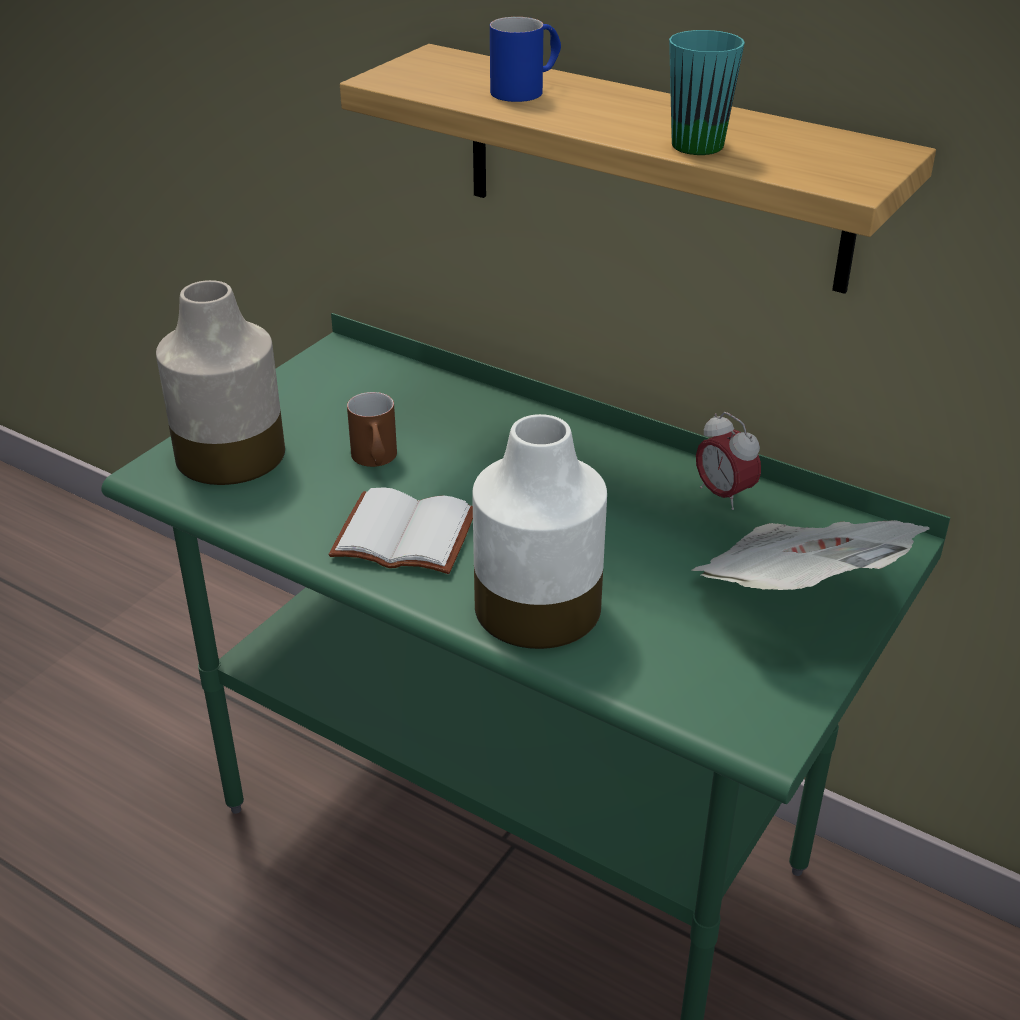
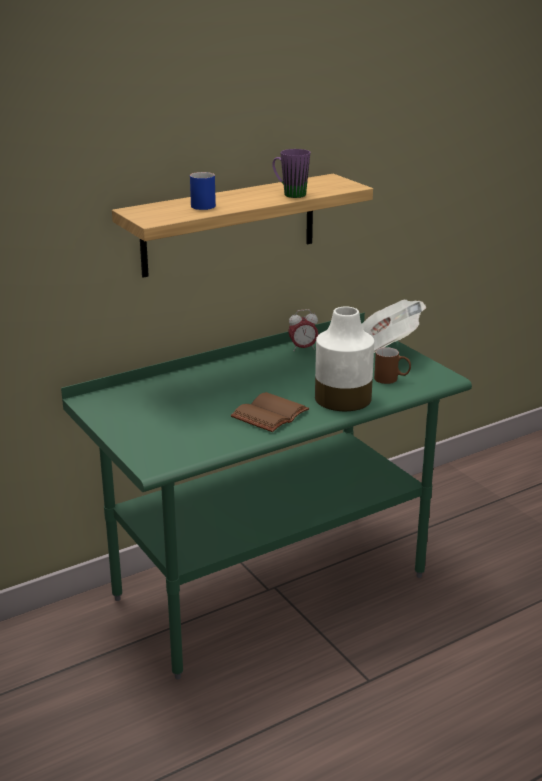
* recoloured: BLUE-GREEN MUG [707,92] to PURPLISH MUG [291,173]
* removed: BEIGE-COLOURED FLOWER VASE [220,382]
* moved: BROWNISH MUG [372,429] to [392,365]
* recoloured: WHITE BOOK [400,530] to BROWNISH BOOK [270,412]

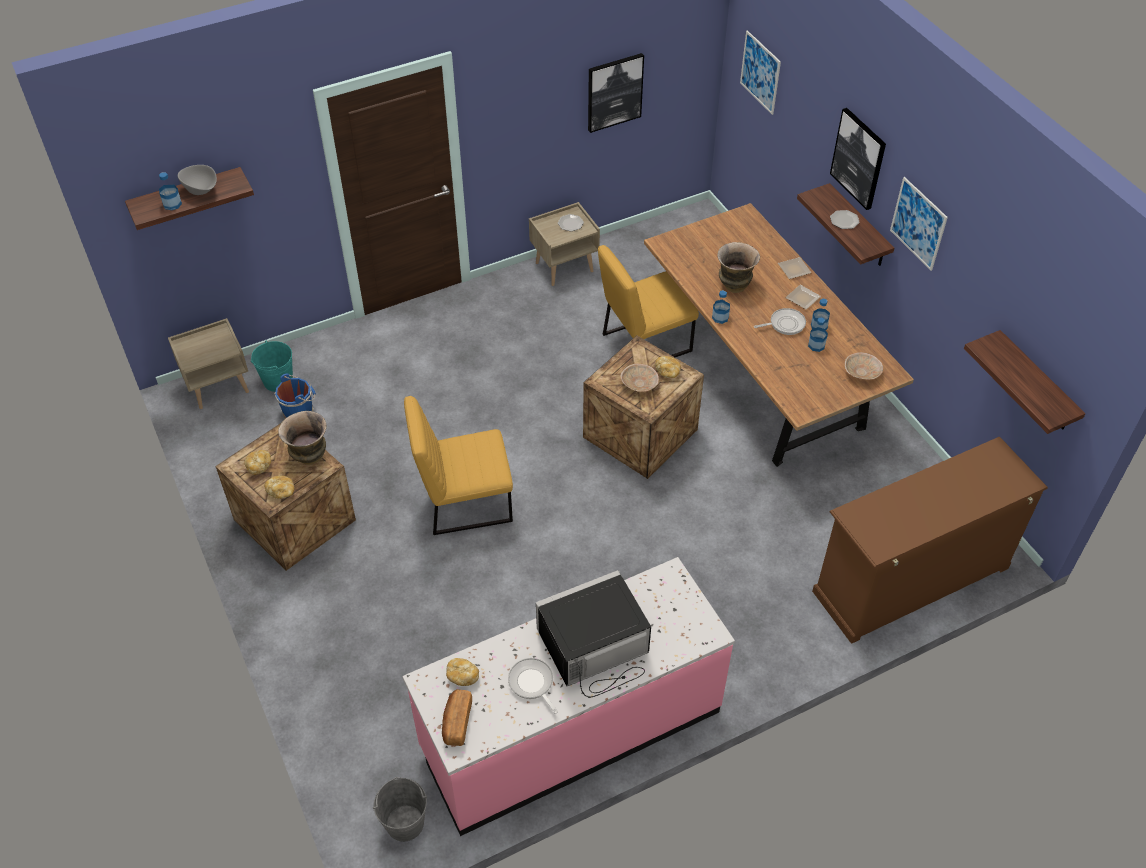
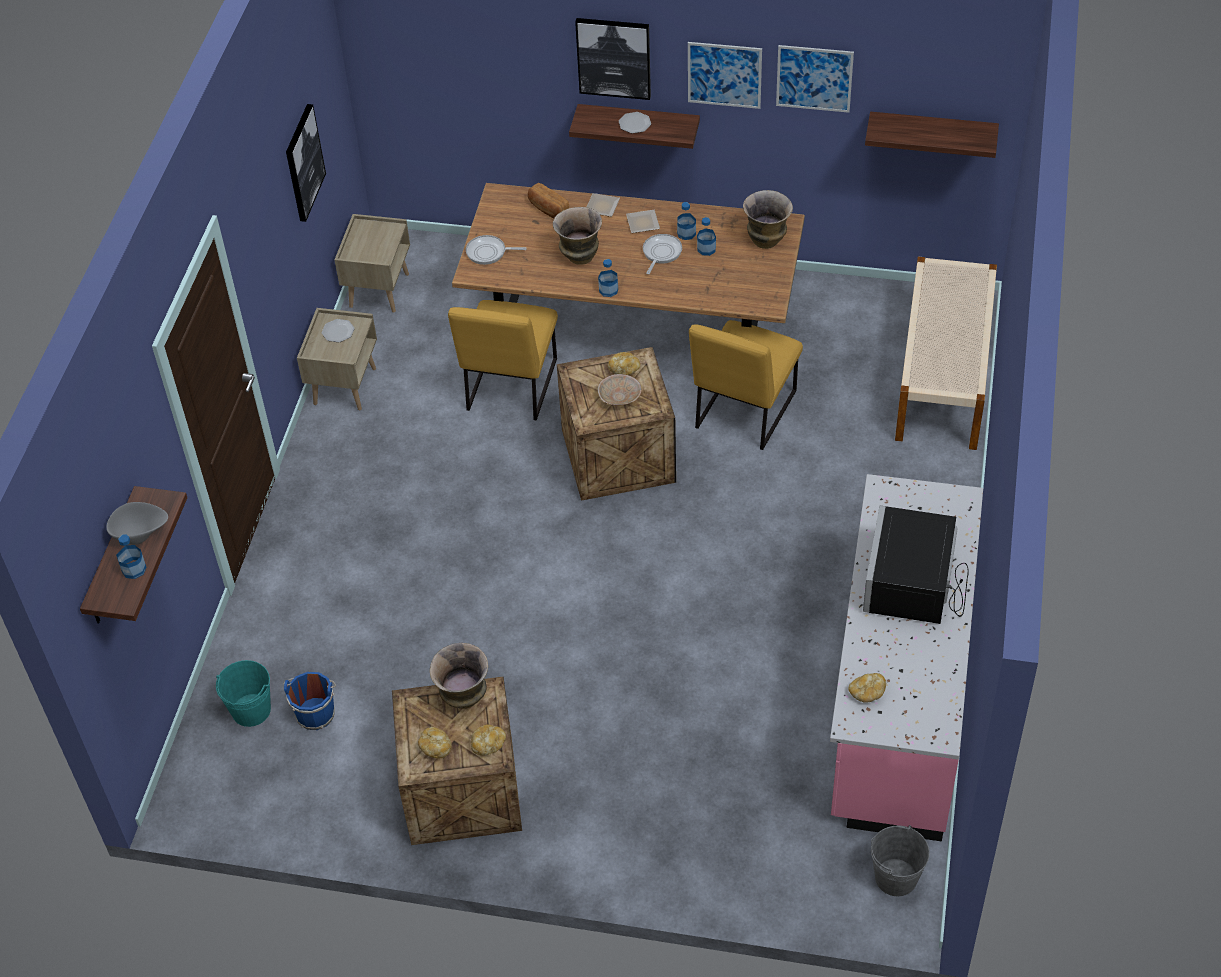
* moved: PICTURE [760,73] to [815,79]
* moved: BEIGE-COLOURED BEDSIDE TABLE [208,363] to [372,263]
* replaced: BEIGE-COLOURED DEEP DISH [864,366] to FLOWER VASE [768,219]
* moved: YELLOWISH UPRIGHT CHAIR [458,465] to [746,385]
* replaced: BROWNISH STORAGE CABINET [930,540] to BEIGE-COLOURED LONG SEAT [946,353]
* moved: SKILLET [533,685] to [496,250]
* moved: BAKERY BREAD [457,717] to [548,200]

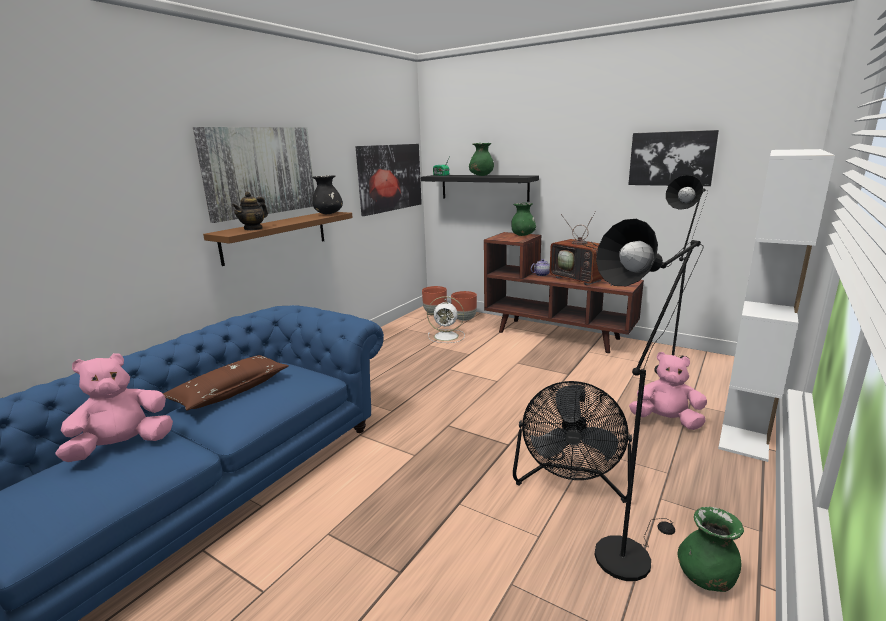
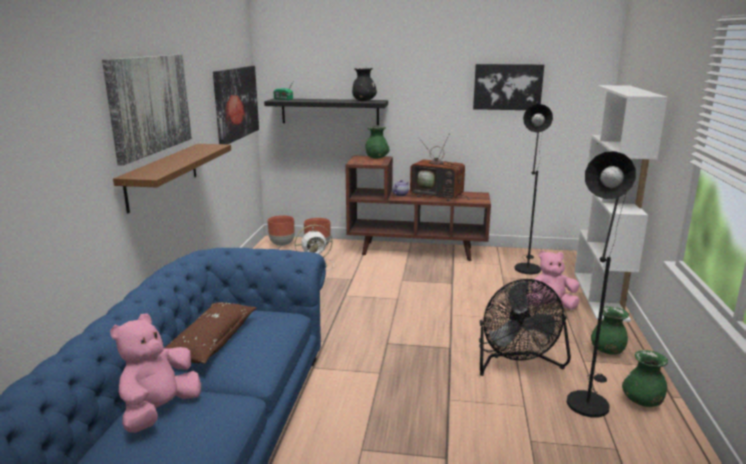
* moved: GREENISH FLOWER VASE [481,159] to [610,330]
* moved: BLACKISH FLOWER VASE [327,194] to [364,84]
* removed: POT FOR TEA [250,211]

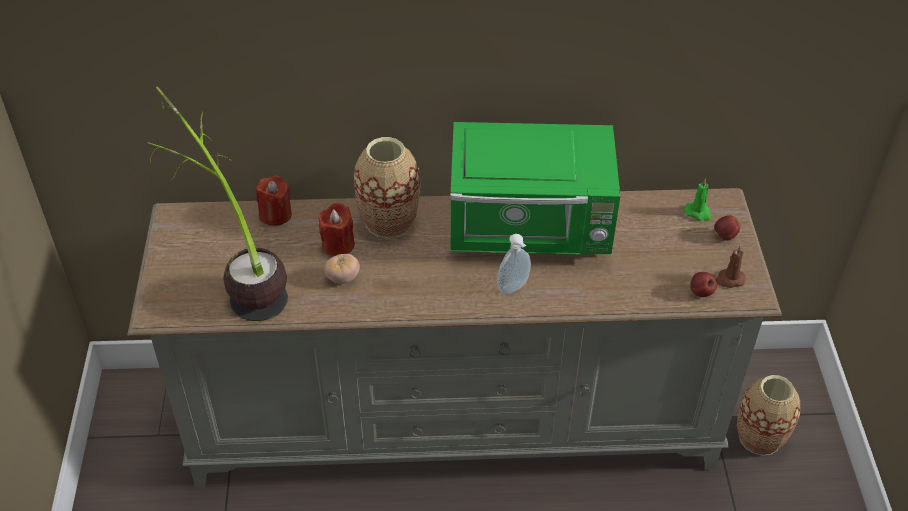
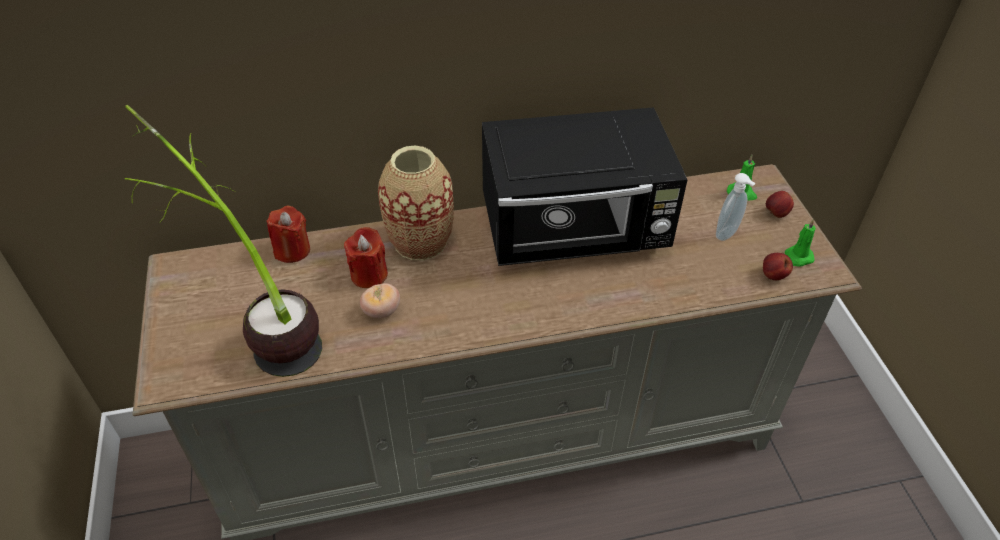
* recoloured: GREENISH KITCHEN MICROWAVE [535,188] to BLACKISH KITCHEN MICROWAVE [584,186]
* moved: SOAP DISPENSER [514,264] to [736,207]
* recoloured: BROWNISH CANDLE [731,266] to GREENISH CANDLE [800,243]
* removed: FLOWER VASE [768,415]

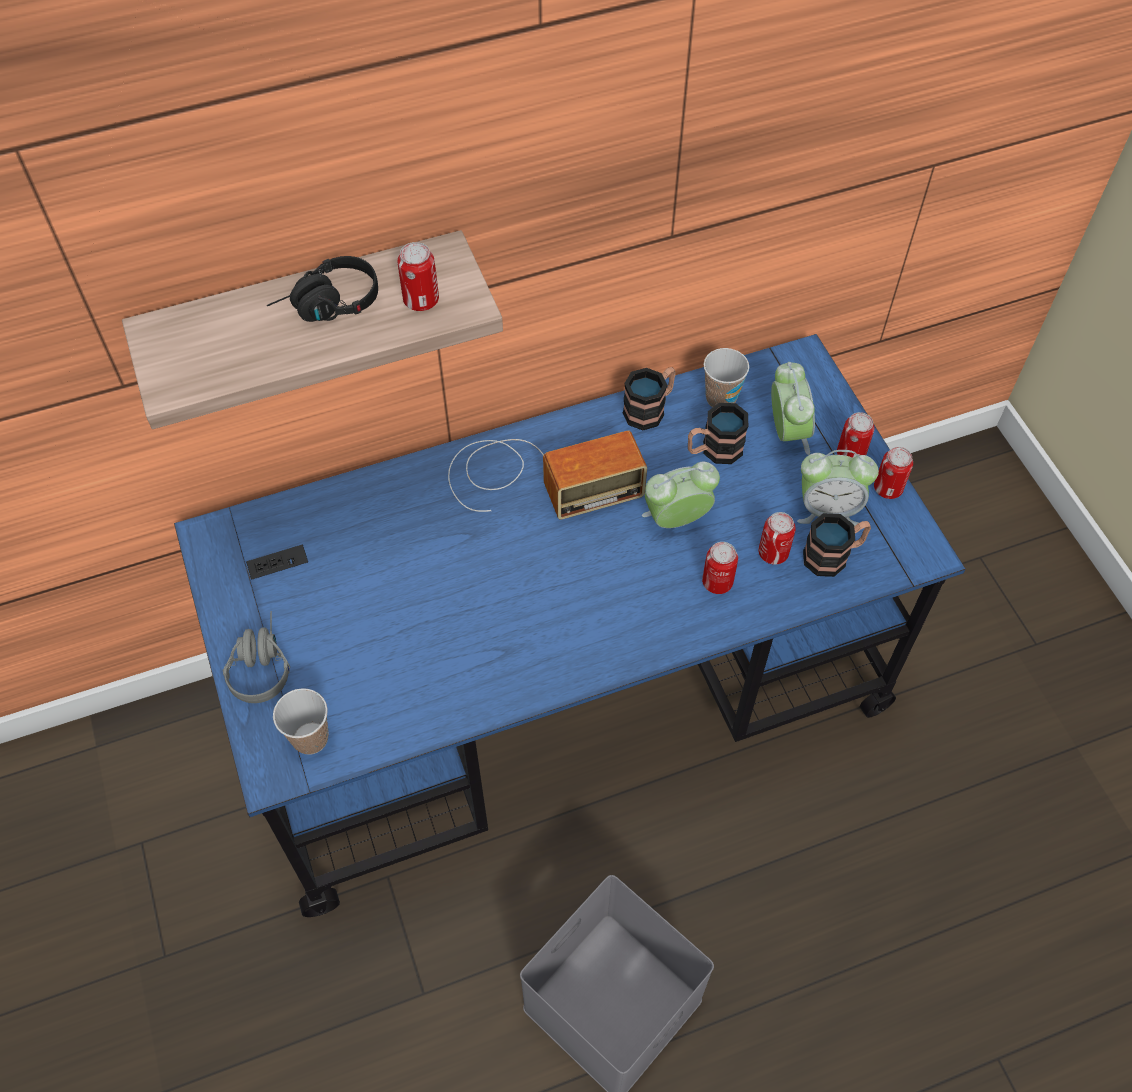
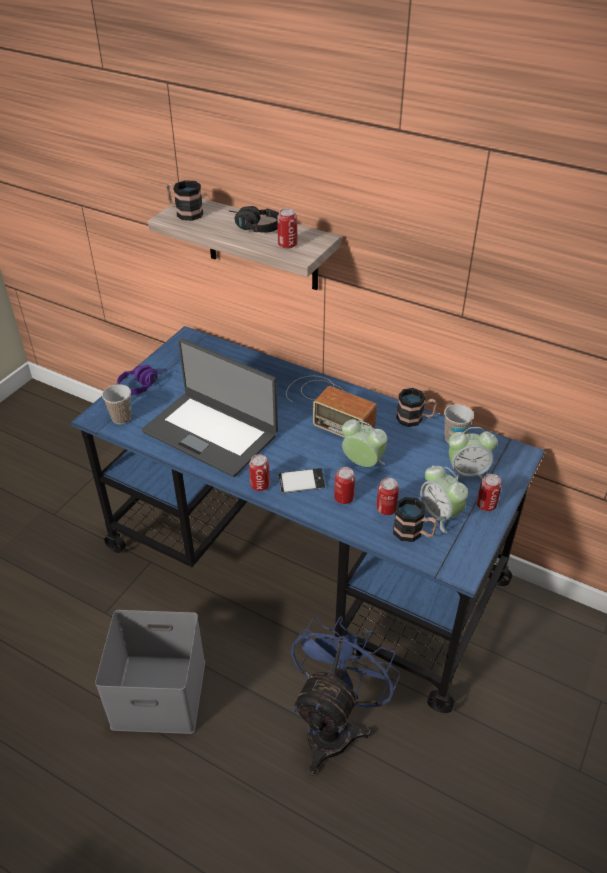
* turned: TABLE CLOCK [793,408] = [473,454] 45 degrees clockwise
* moved: MUG [718,433] to [184,200]
* moved: METAL CAN [893,473] to [259,472]
* recoloured: GREYISH PAIR OF HEADPHONES [256,657] to PURPLISH PAIR OF HEADPHONES [142,380]
* added: NOTEBOOK COMPUTER [210,407]
* added: PHONE [301,480]
* added: BLUE-COLOURED FAN [346,696]

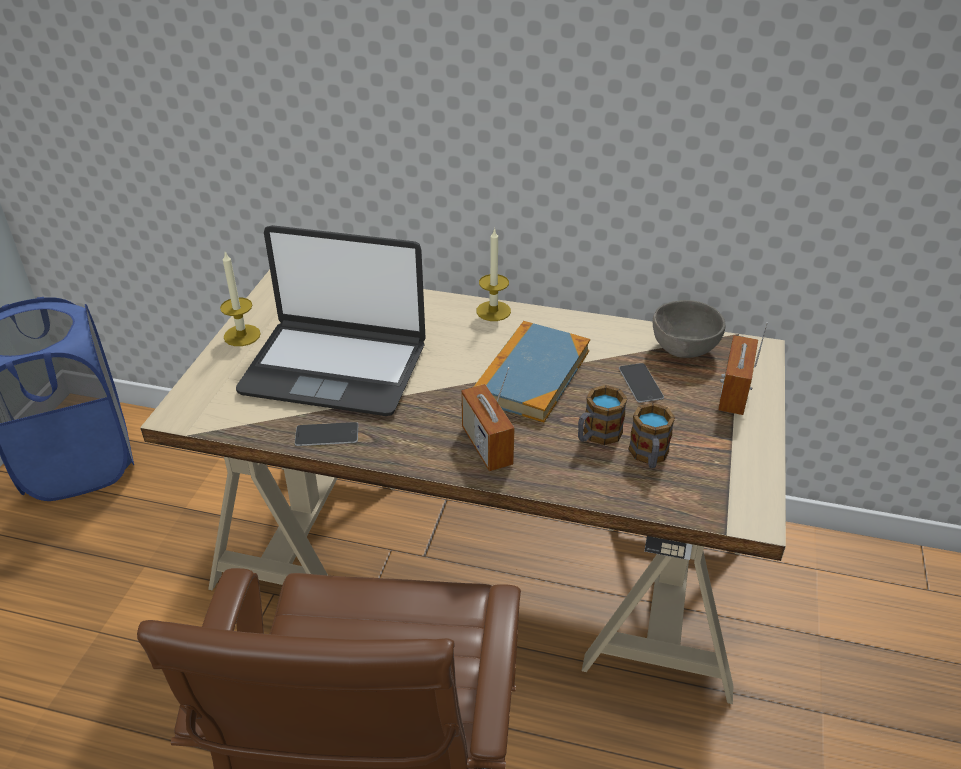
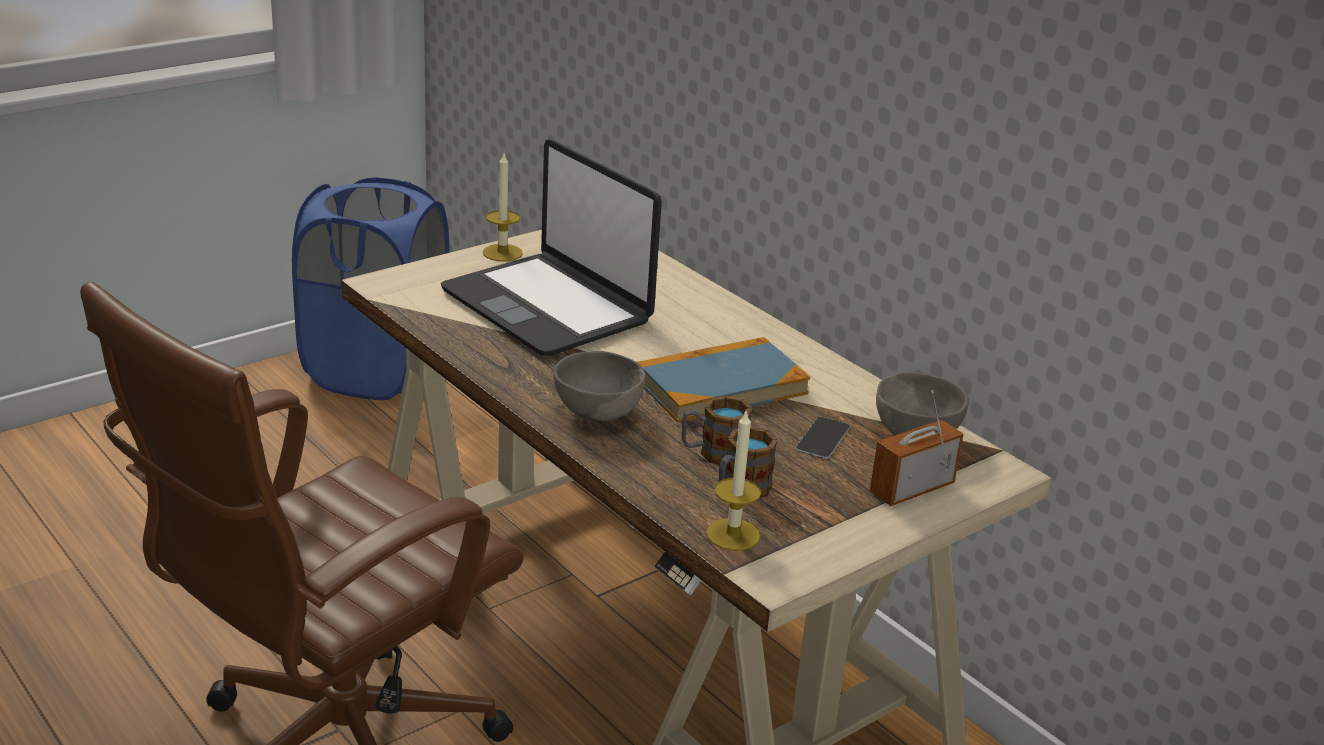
* moved: CANDLE [493,274] to [733,481]
* replaced: RADIO [488,419] to GREYISH DEEP DISH [599,386]
* removed: PHONE [326,434]

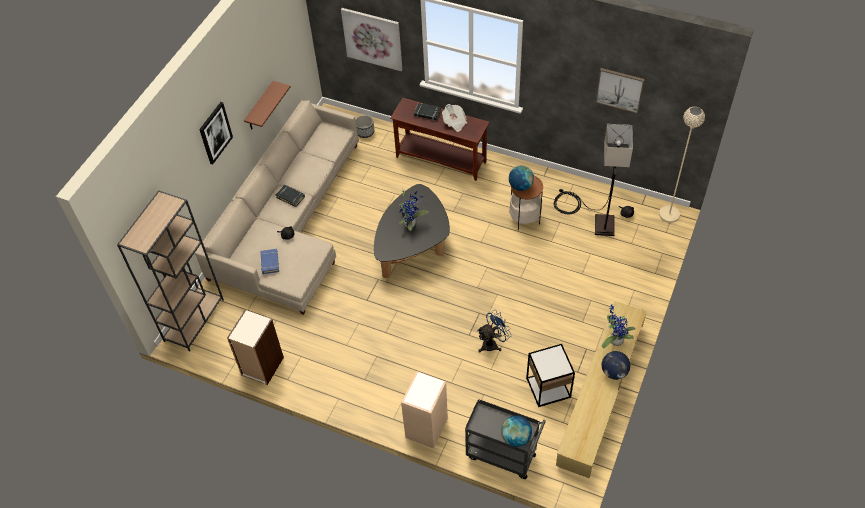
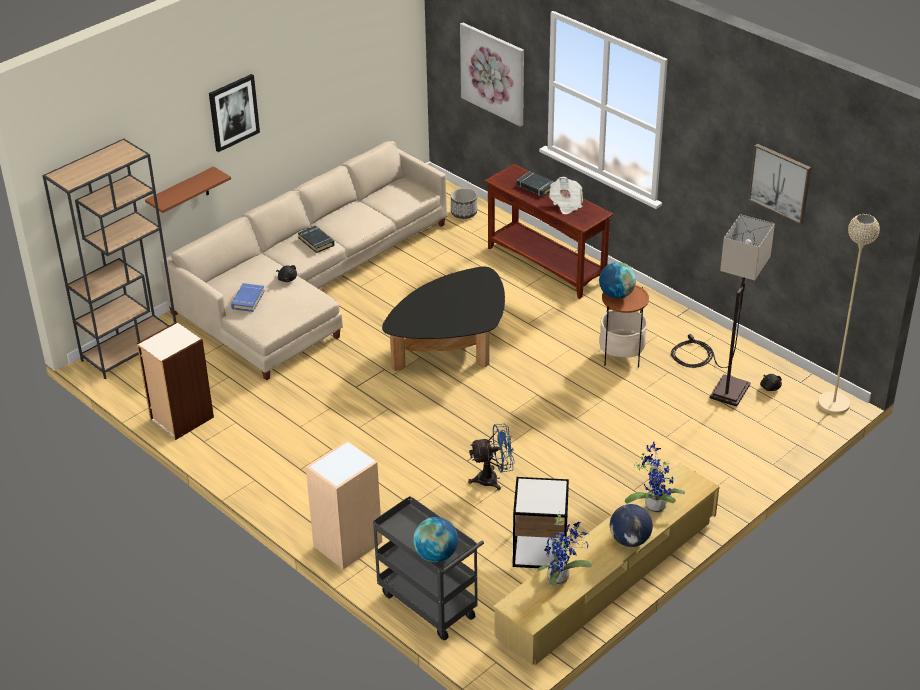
* moved: BROWNISH WALL SHELF [267,105] to [188,189]
* moved: POTTED PLANT [413,209] to [564,548]

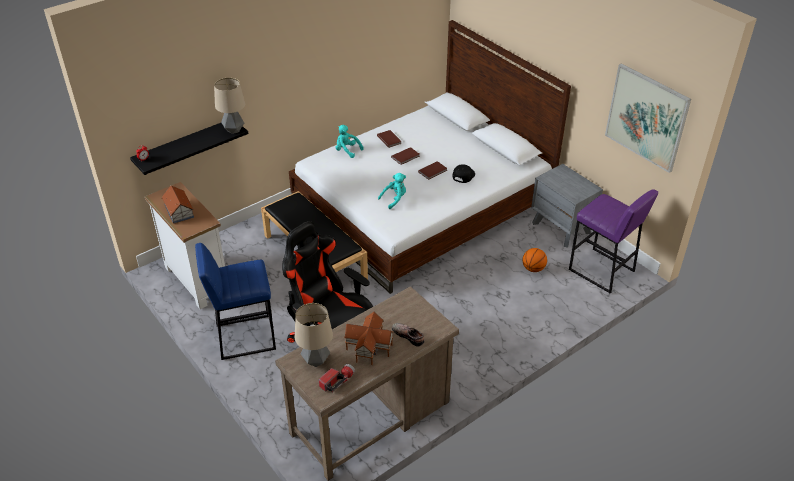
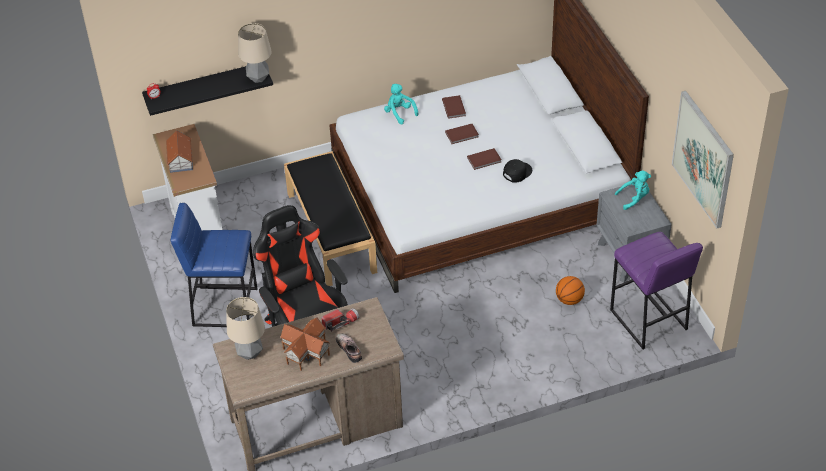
* moved: BLUE-GREEN SOFT TOY [392,191] to [633,190]
* moved: FLASHLIGHT [337,378] to [340,320]

